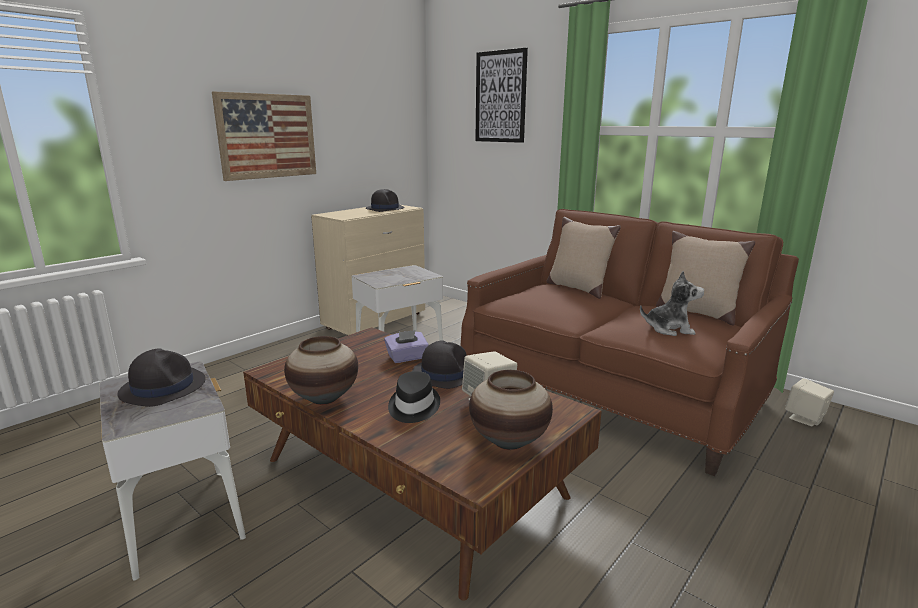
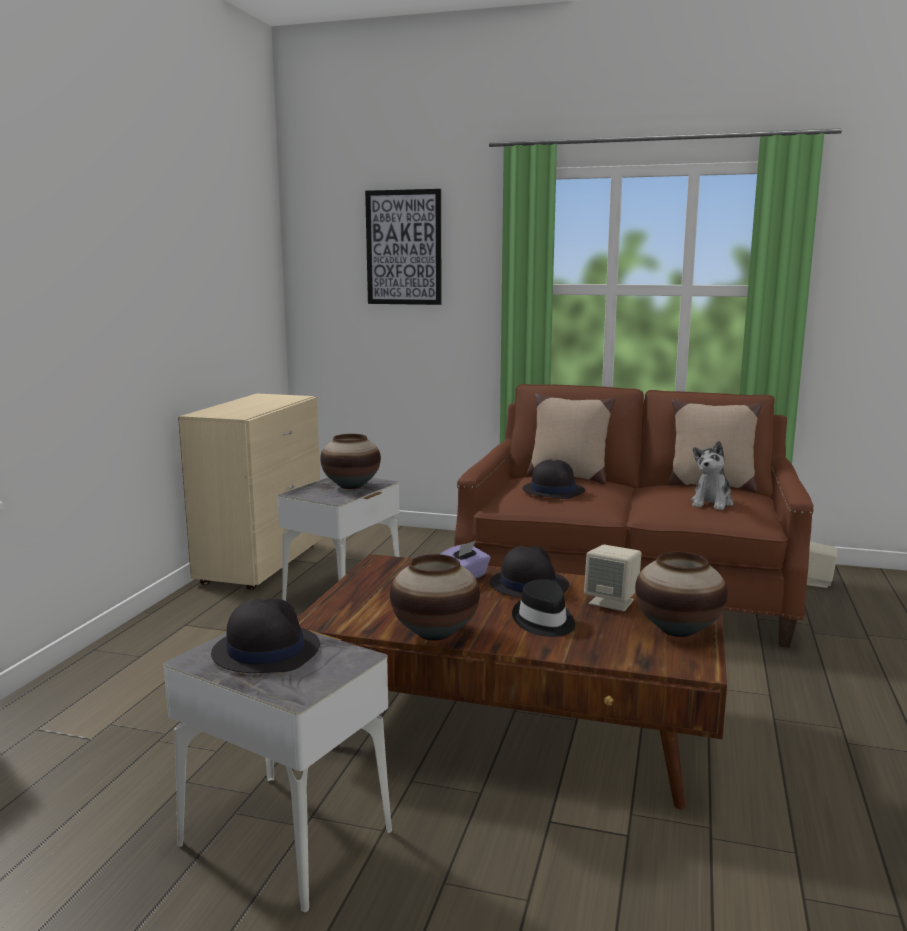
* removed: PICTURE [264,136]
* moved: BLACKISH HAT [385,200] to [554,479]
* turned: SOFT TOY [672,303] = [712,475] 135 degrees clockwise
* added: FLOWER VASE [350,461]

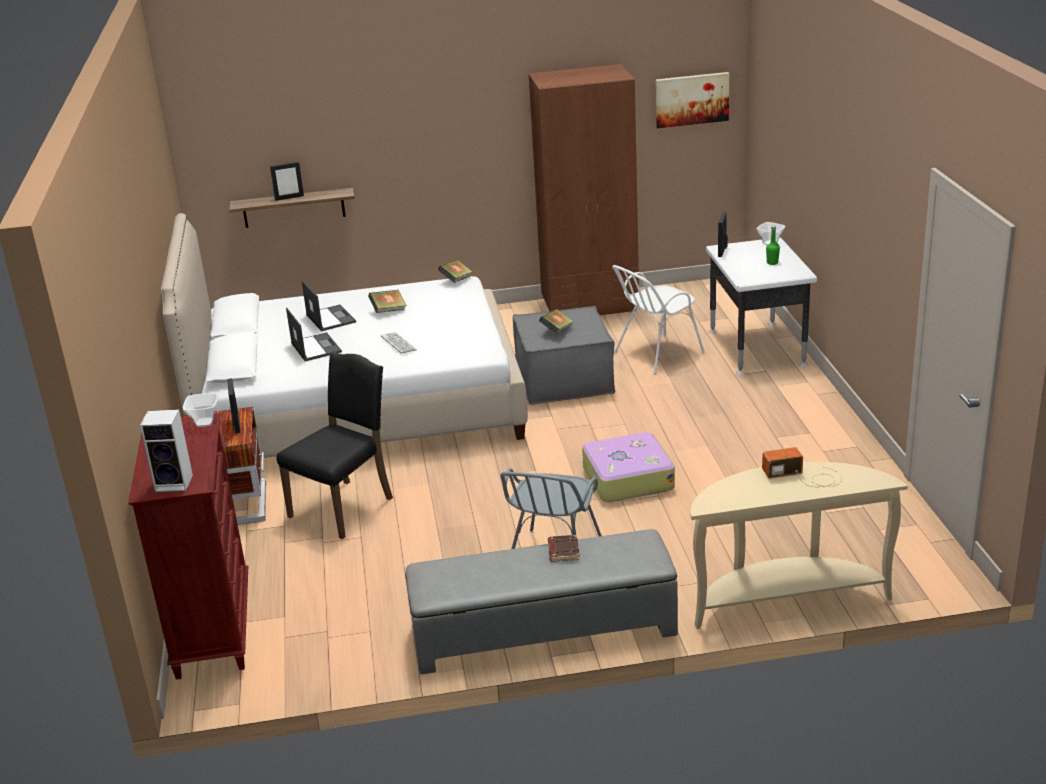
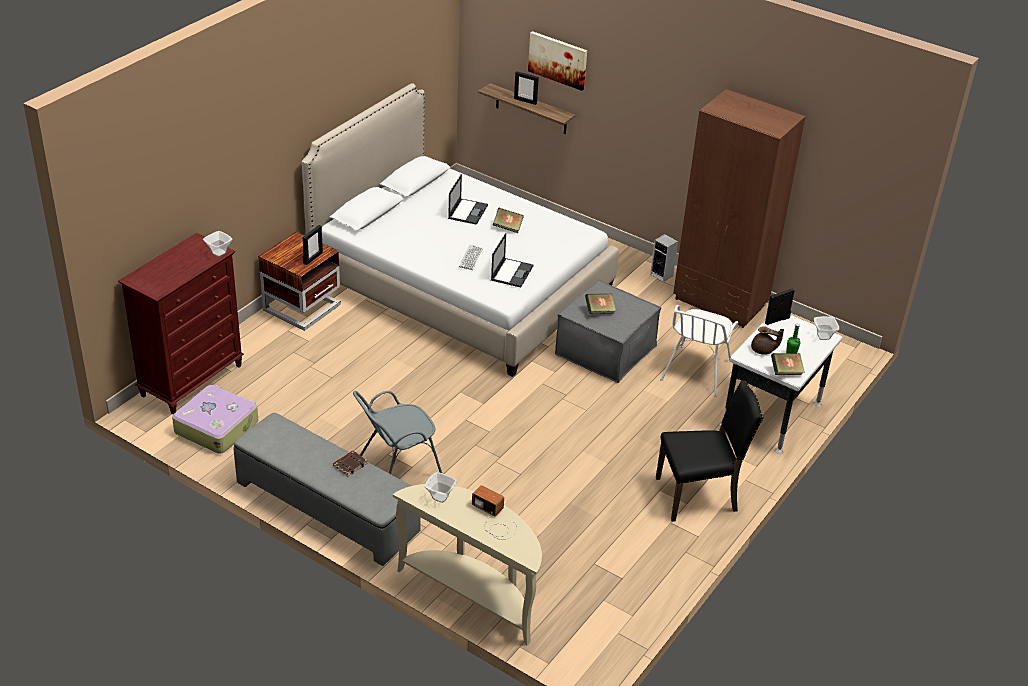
* moved: PICTURE [692,100] to [557,61]
* moved: BOOK [455,271] to [788,364]
* turned: WHITE UPRIGHT CHAIR [658,320] = [699,350] 75 degrees counterclockwise
* moved: NOTEBOOK COMPUTER [314,334] to [512,260]
* moved: BLACKISH UPRIGHT CHAIR [335,445] to [710,451]
* moved: LOUDSPEAKER [166,451] to [664,258]
* moved: TRAVEL CASE [628,467] to [215,419]
* added: BROWNISH POT FOR TEA [767,340]
* added: DEEP DISH [440,487]

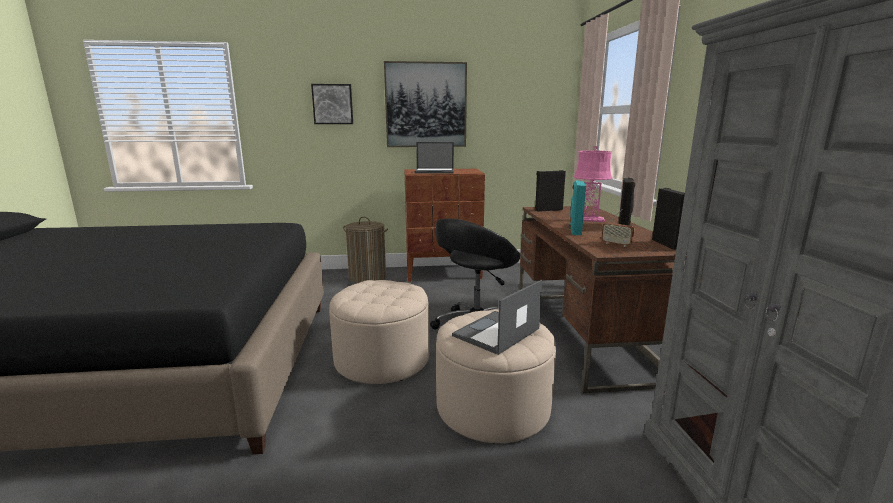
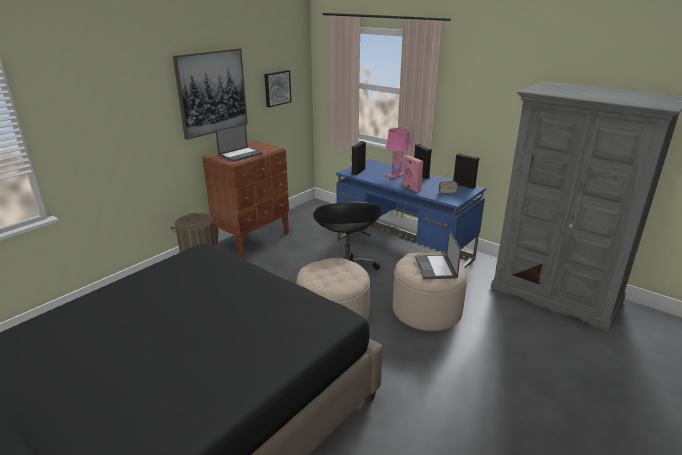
* moved: PICTURE [332,104] to [278,88]
* recoloured: BLUE-GREEN LOUDSPEAKER [578,208] to PINK-COLOURED LOUDSPEAKER [412,173]
* recoloured: BROWNISH DESK TABLE [597,299] to BLUE-COLOURED DESK TABLE [411,213]

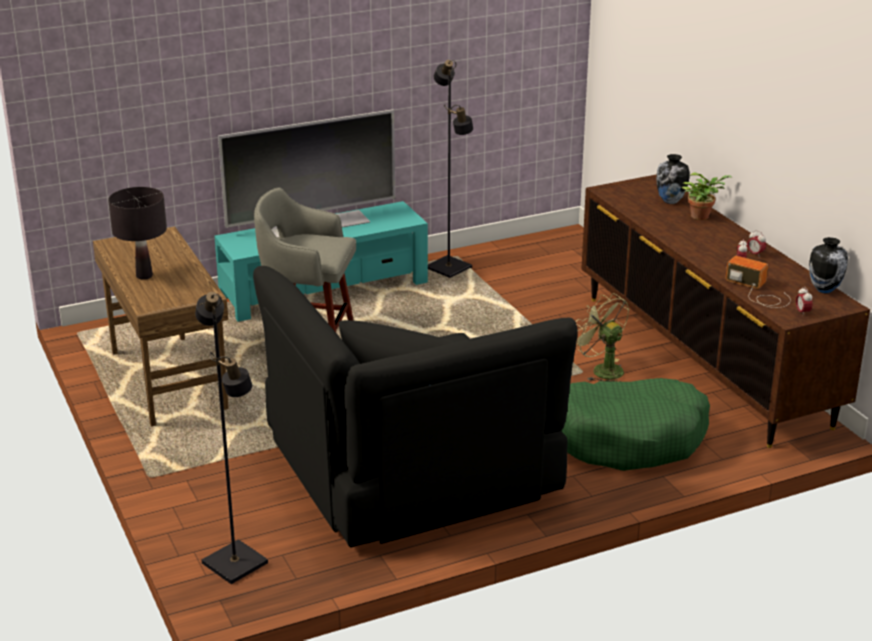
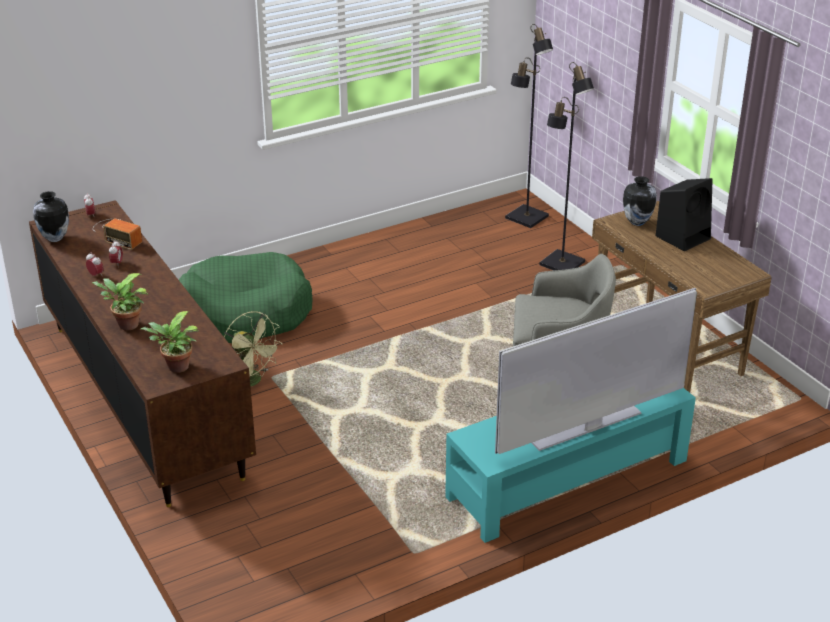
* moved: BLACKISH FLOOR LAMP [450,169] to [566,166]
* moved: FLOWER VASE [672,179] to [640,201]
* replaced: BLACKISH TABLETOP LAMP [137,233] to BLACKISH LOUDSPEAKER [684,214]
* removed: BLACKISH SETTEE [415,407]
* added: POTTED PLANT [170,342]

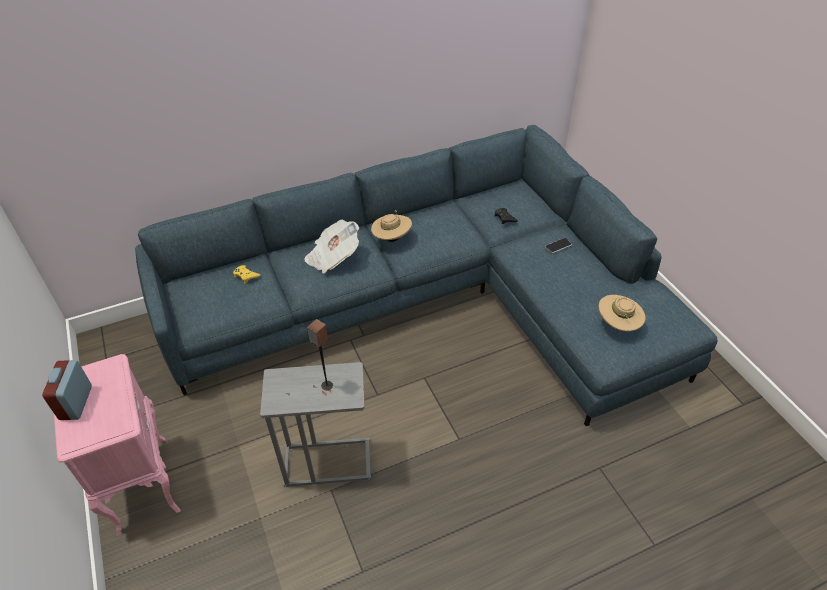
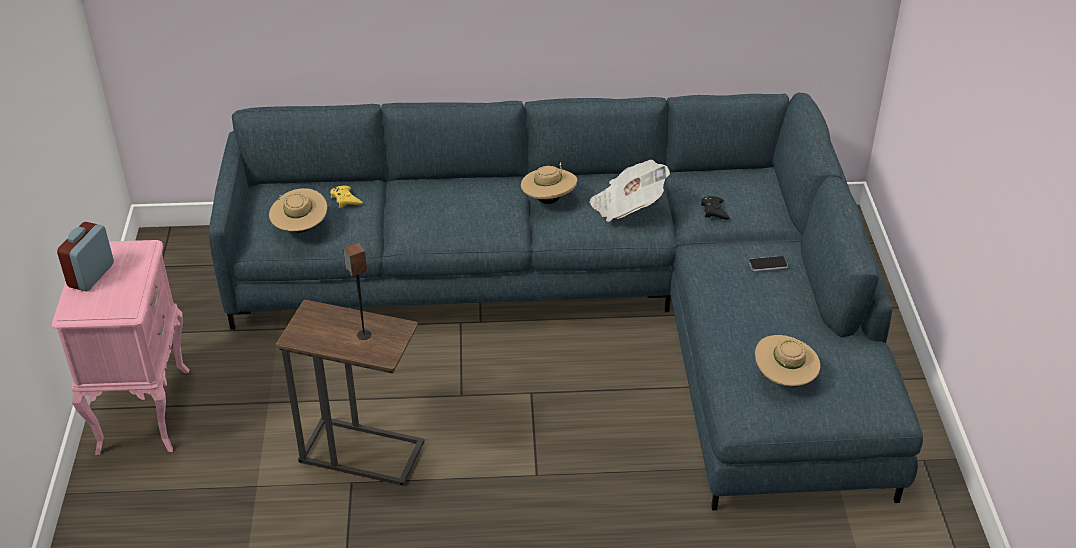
* moved: DAILY PAPER [332,246] to [629,191]
* recoloured: GREYISH END TABLE [315,424] to BROWNISH END TABLE [350,393]
* added: BEIGE-COLOURED HAT [298,210]

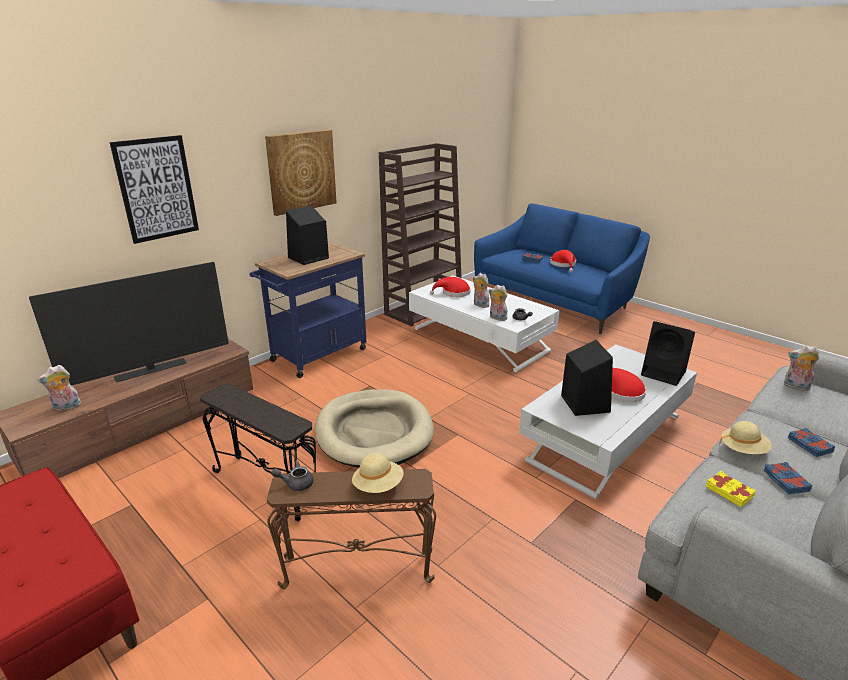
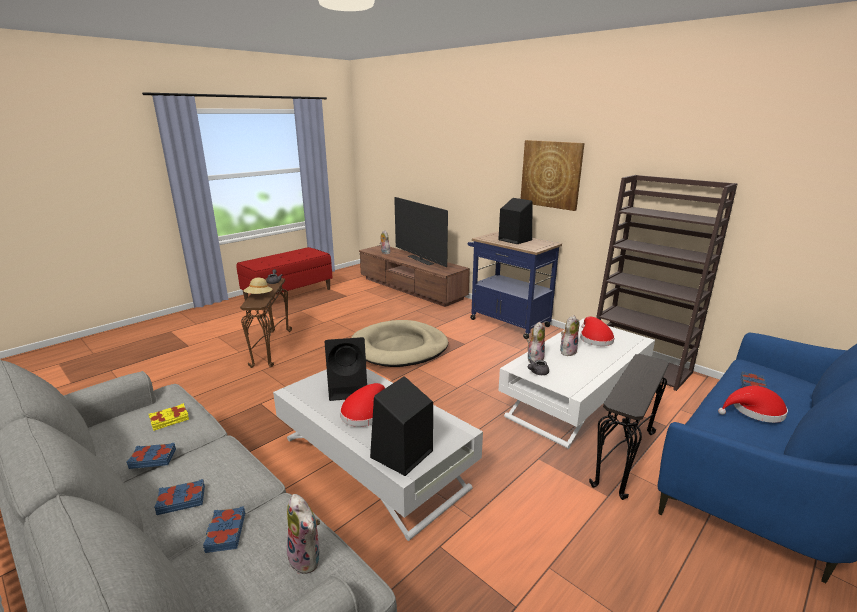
* removed: PICTURE [154,189]
* turned: SOFT TOY [801,368] = [303,534] 120 degrees clockwise
* moved: BLACKISH END TABLE [258,453] to [629,427]
* removed: BEIGE-COLOURED HAT [745,437]
* added: BLUE-COLOURED BOOK [224,529]

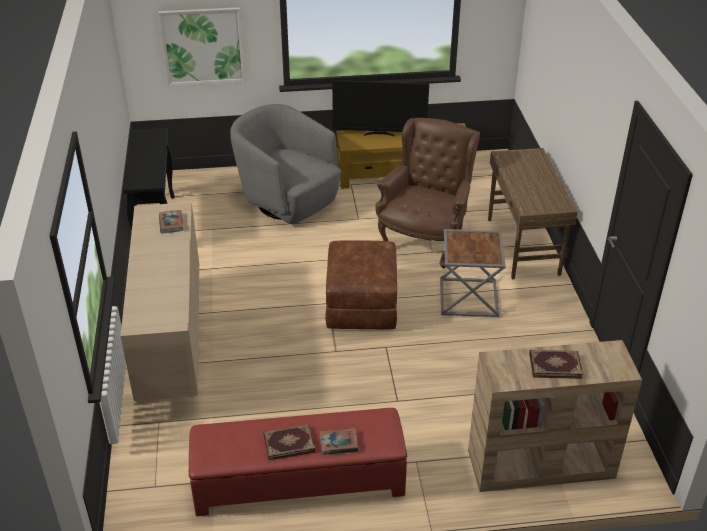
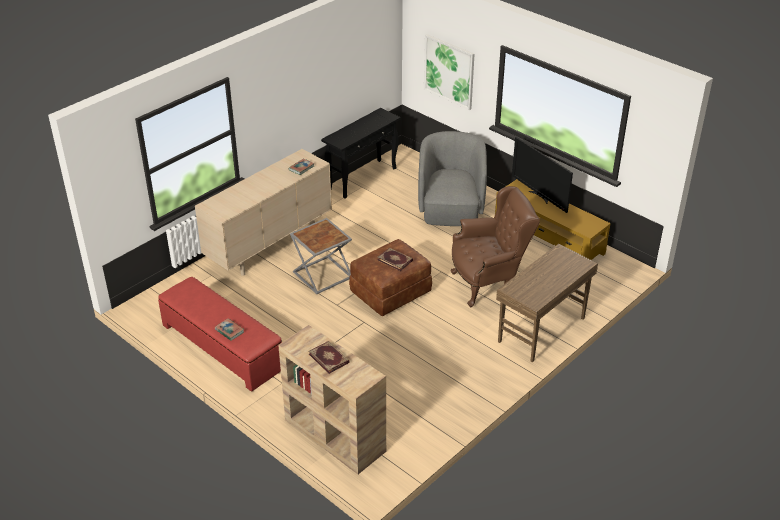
* moved: GREYISH END TABLE [473,273] to [321,256]
* moved: BOOK [289,442] to [395,259]

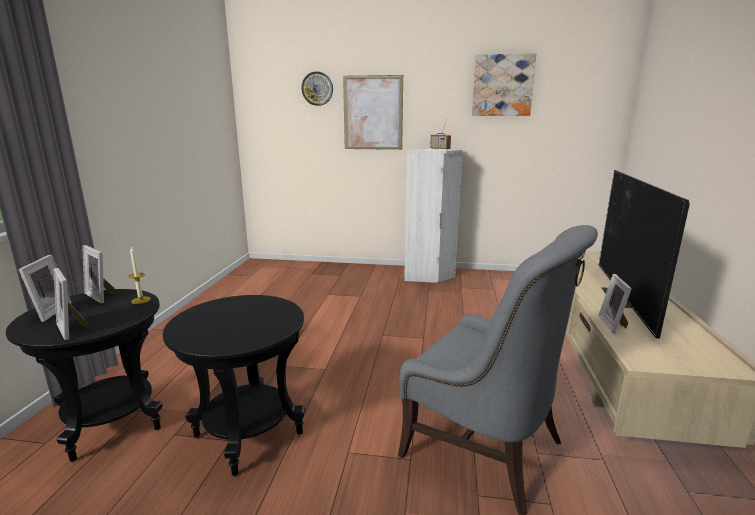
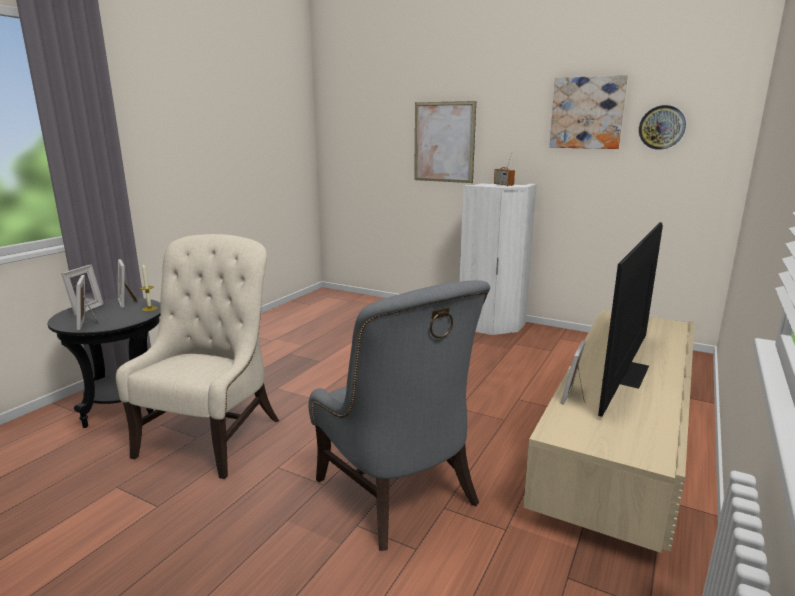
* moved: WALL CLOCK [317,88] to [662,127]
* replaced: BLACKISH END TABLE [234,385] to BEIGE-COLOURED ARMCHAIR [197,356]

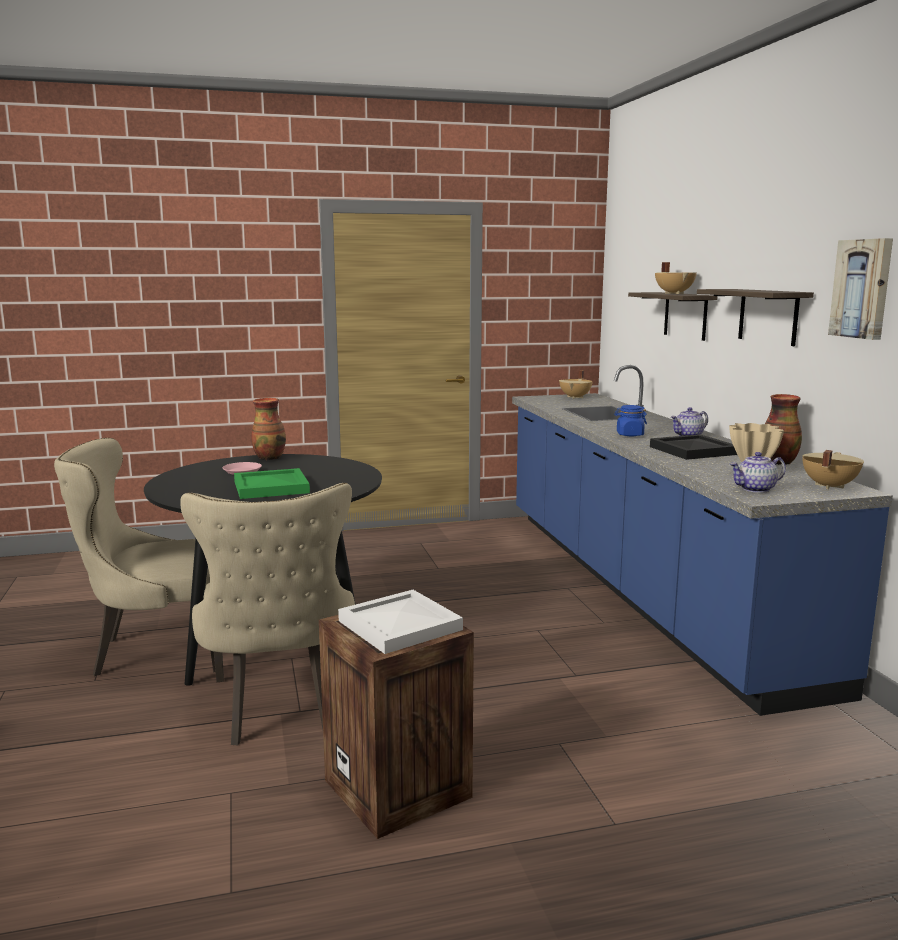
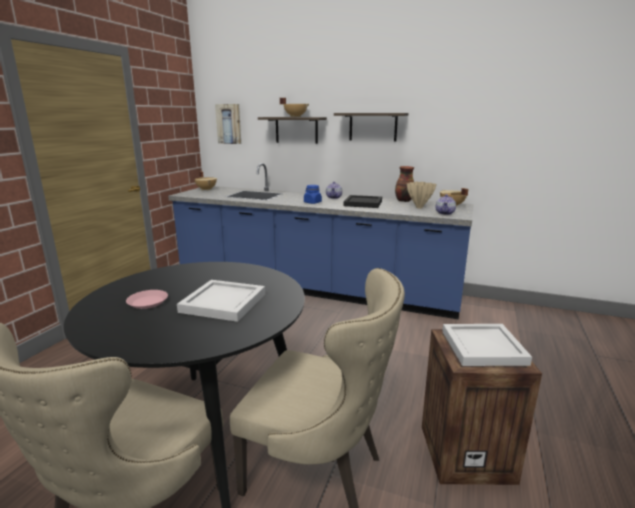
* moved: PICTURE [860,289] to [228,124]
* removed: FLOWER VASE [268,429]
* recoloured: GREENISH CARRYING TRAY [272,483] to WHITE CARRYING TRAY [221,301]

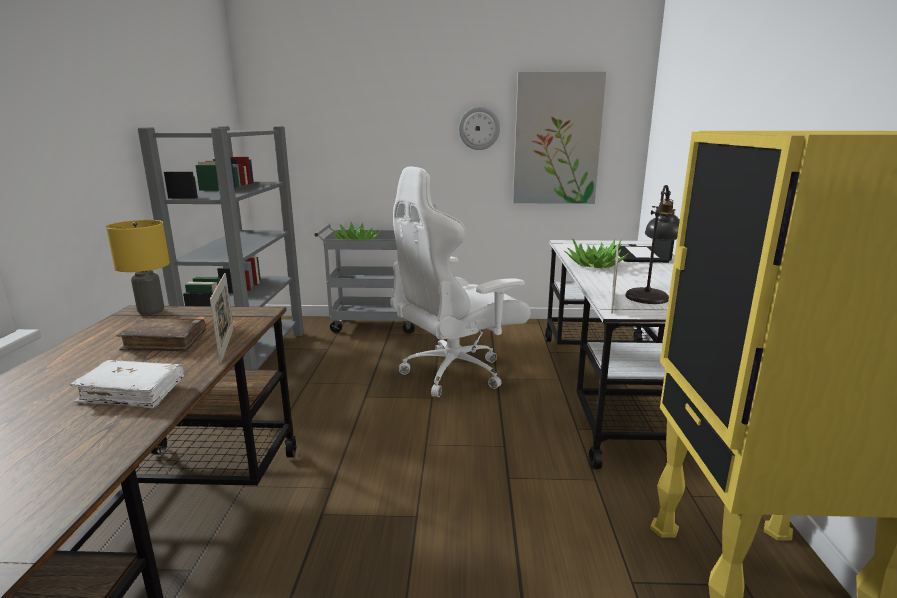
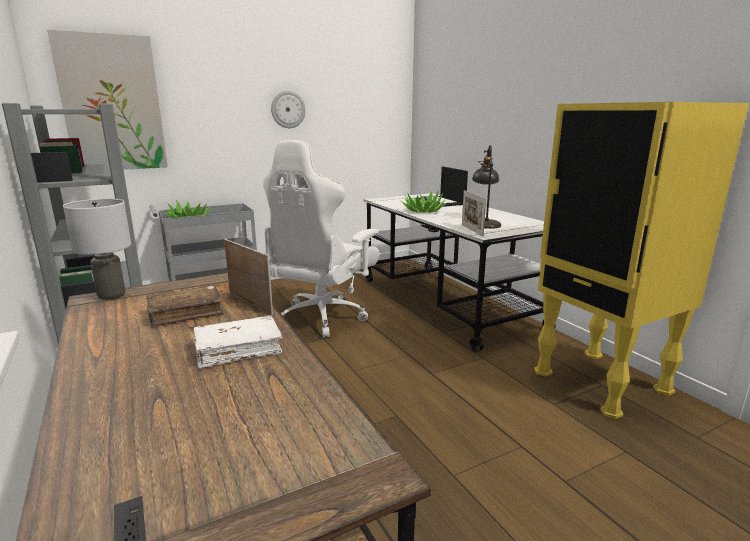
* moved: PICTURE [559,138] to [107,100]
* recoloured: YELLOWISH TABLETOP LAMP [138,267] to WHITE TABLETOP LAMP [97,249]

